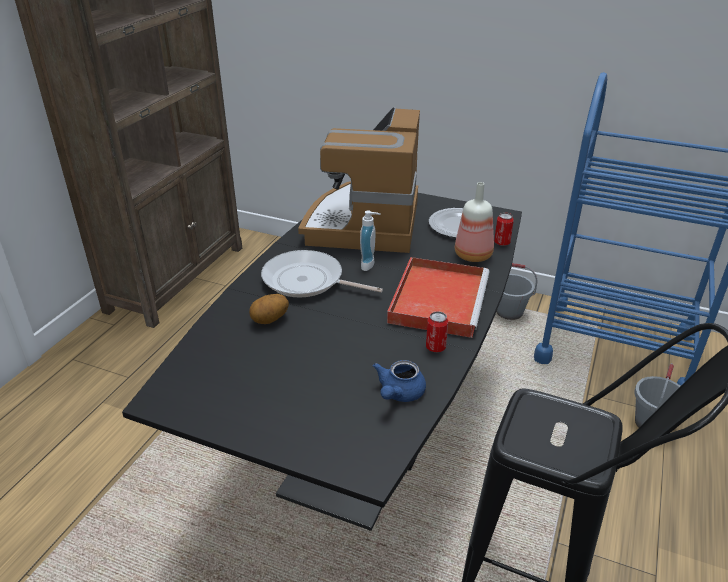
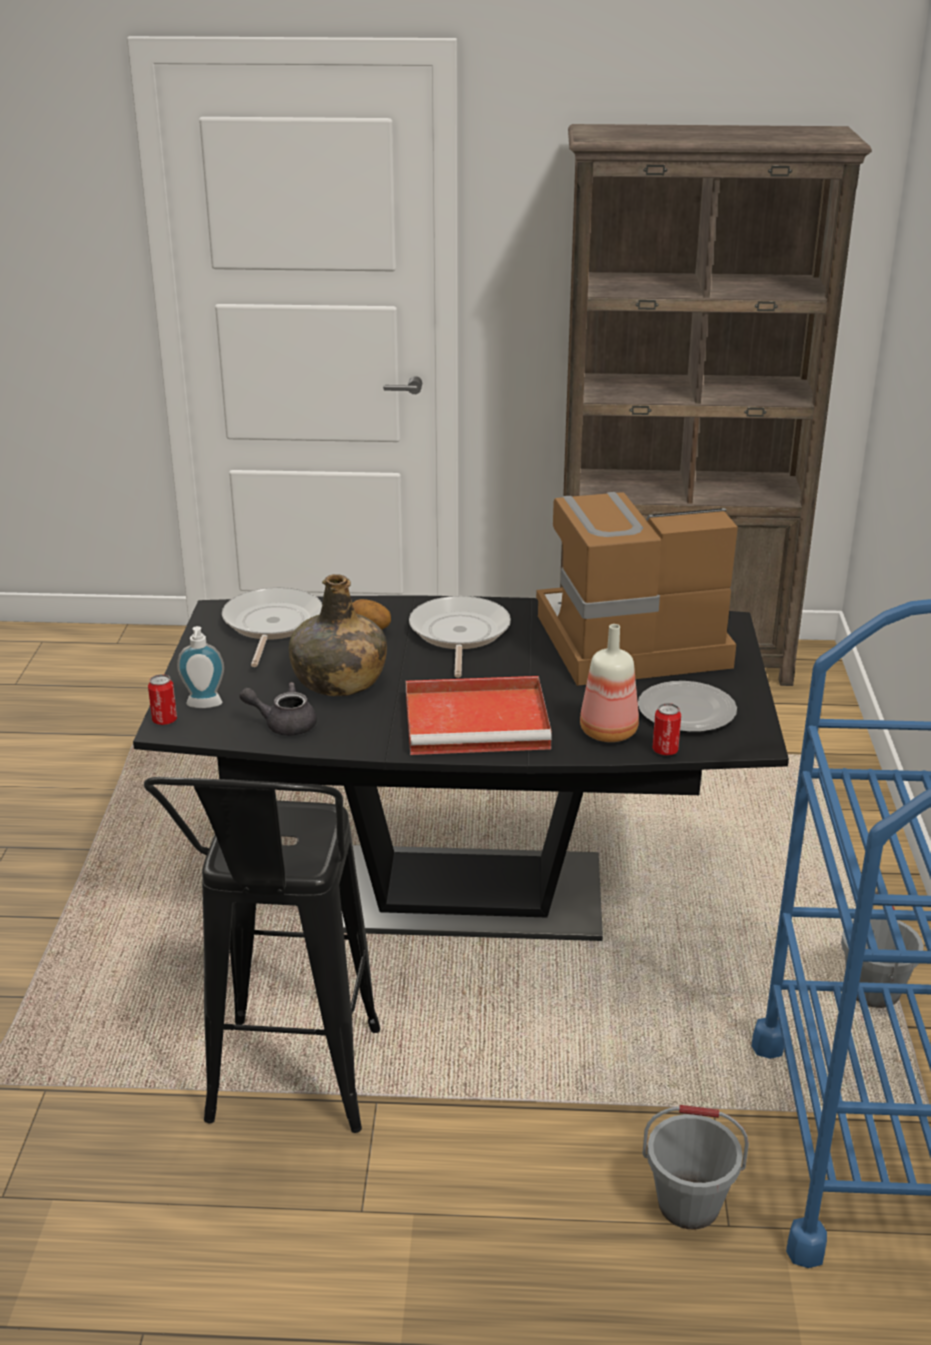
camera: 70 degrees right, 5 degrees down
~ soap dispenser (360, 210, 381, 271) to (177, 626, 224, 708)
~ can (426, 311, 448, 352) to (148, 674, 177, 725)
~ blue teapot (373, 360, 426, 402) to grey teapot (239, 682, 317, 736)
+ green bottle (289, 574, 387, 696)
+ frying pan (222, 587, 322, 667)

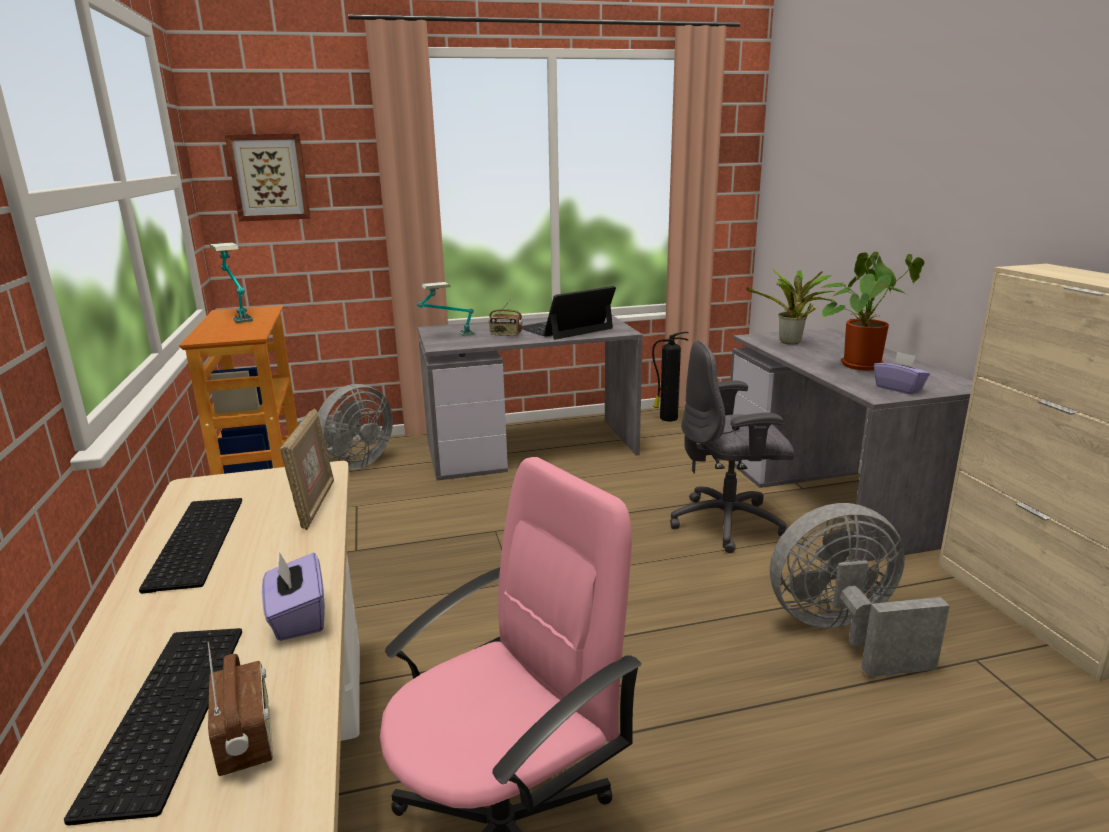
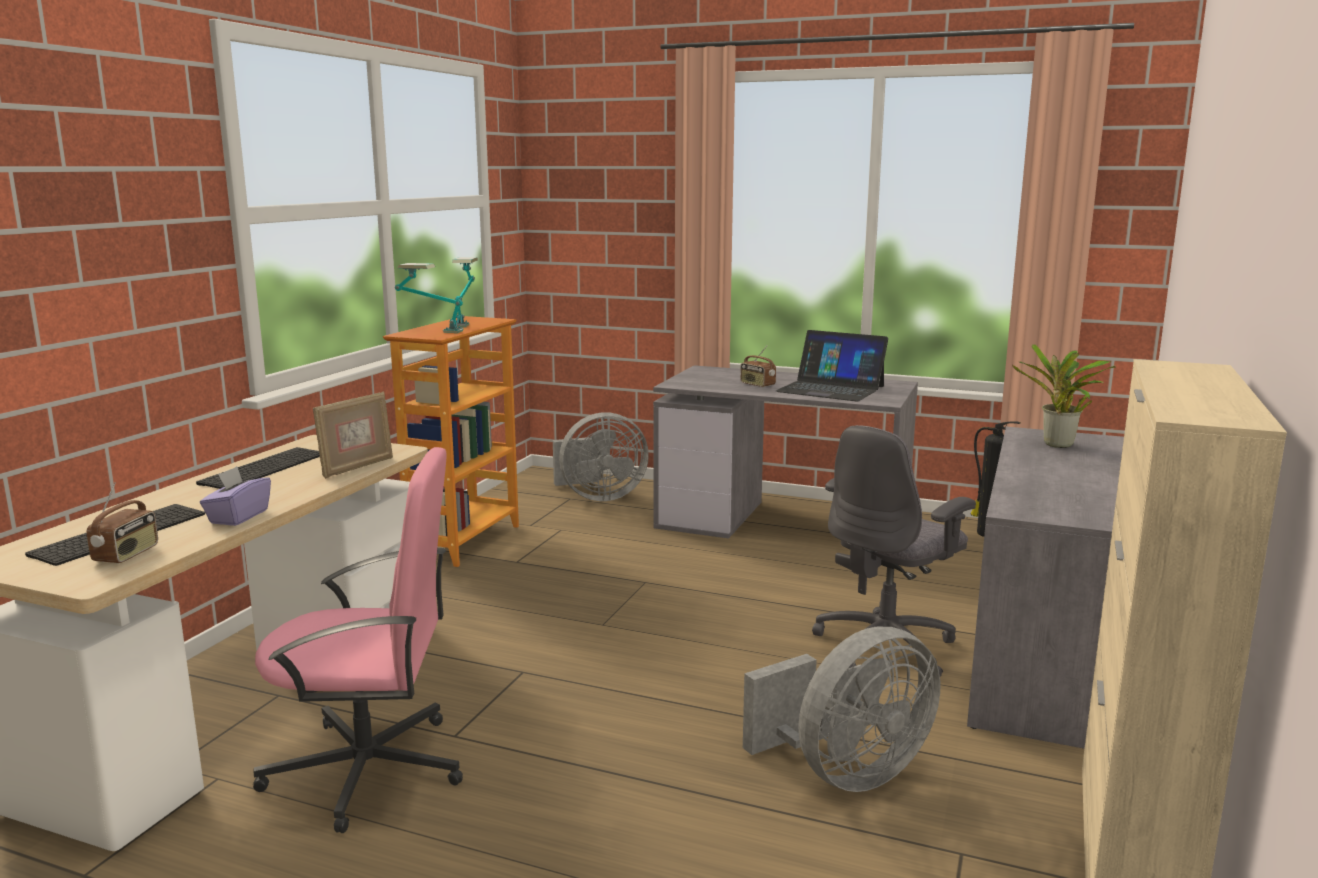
camera: 35 degrees right, 5 degrees down
- picture (225, 134, 311, 222)
- potted plant (819, 252, 924, 371)
~ table lamp (417, 282, 475, 336) to (395, 263, 464, 333)
~ laptop (522, 286, 616, 340) = (776, 330, 888, 401) 150 degrees counterclockwise
~ grey office chair (670, 340, 794, 553) = (812, 425, 976, 677) 75 degrees counterclockwise
- purple tissue box (874, 352, 930, 394)
~ grey fan (770, 503, 950, 677) = (743, 627, 940, 792) 120 degrees clockwise

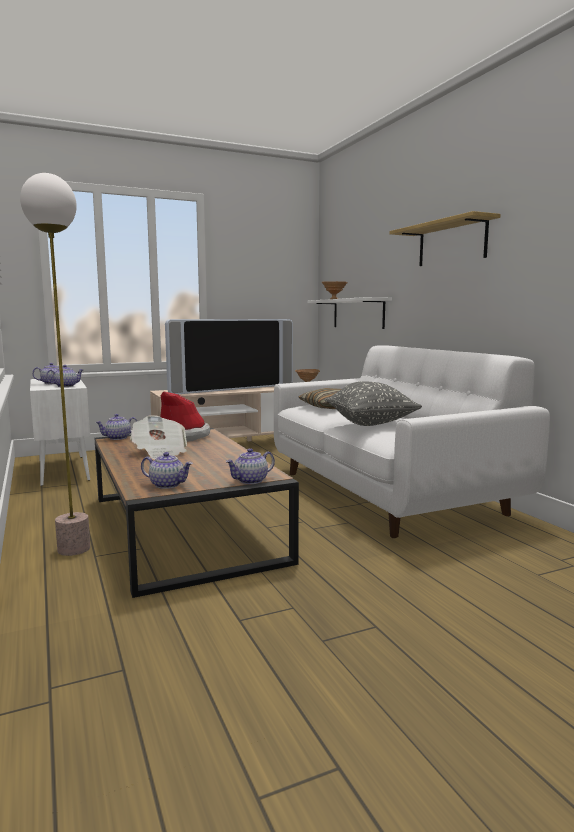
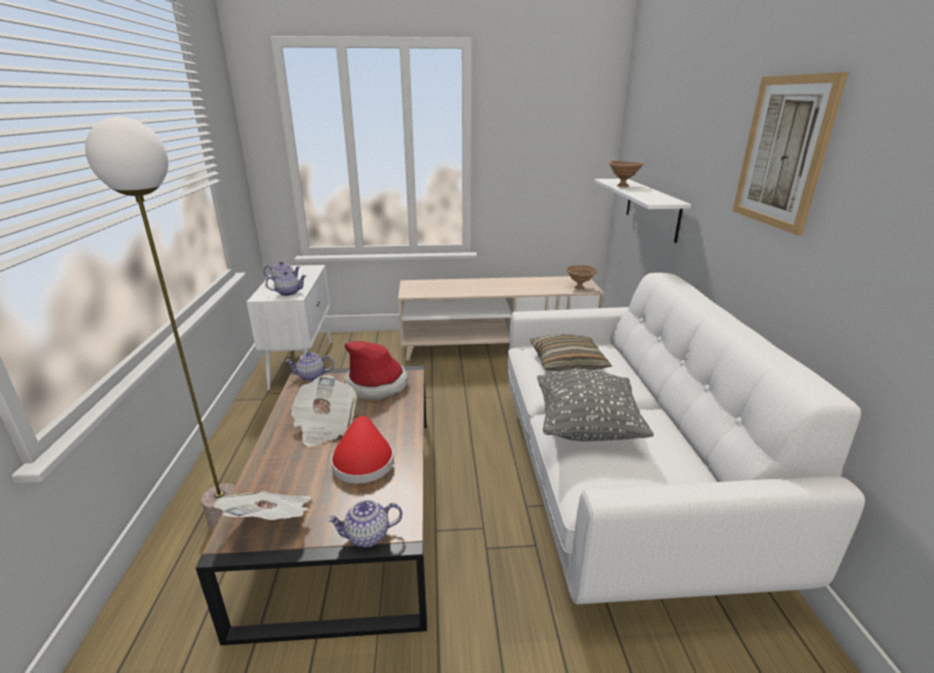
camera: 20 degrees right, 15 degrees up
~ shelf (390, 211, 501, 266) to picture (733, 72, 848, 235)
- television (165, 319, 293, 394)
~ teapot (141, 452, 193, 489) to newspaper (214, 491, 311, 520)
+ red hat (331, 416, 394, 484)

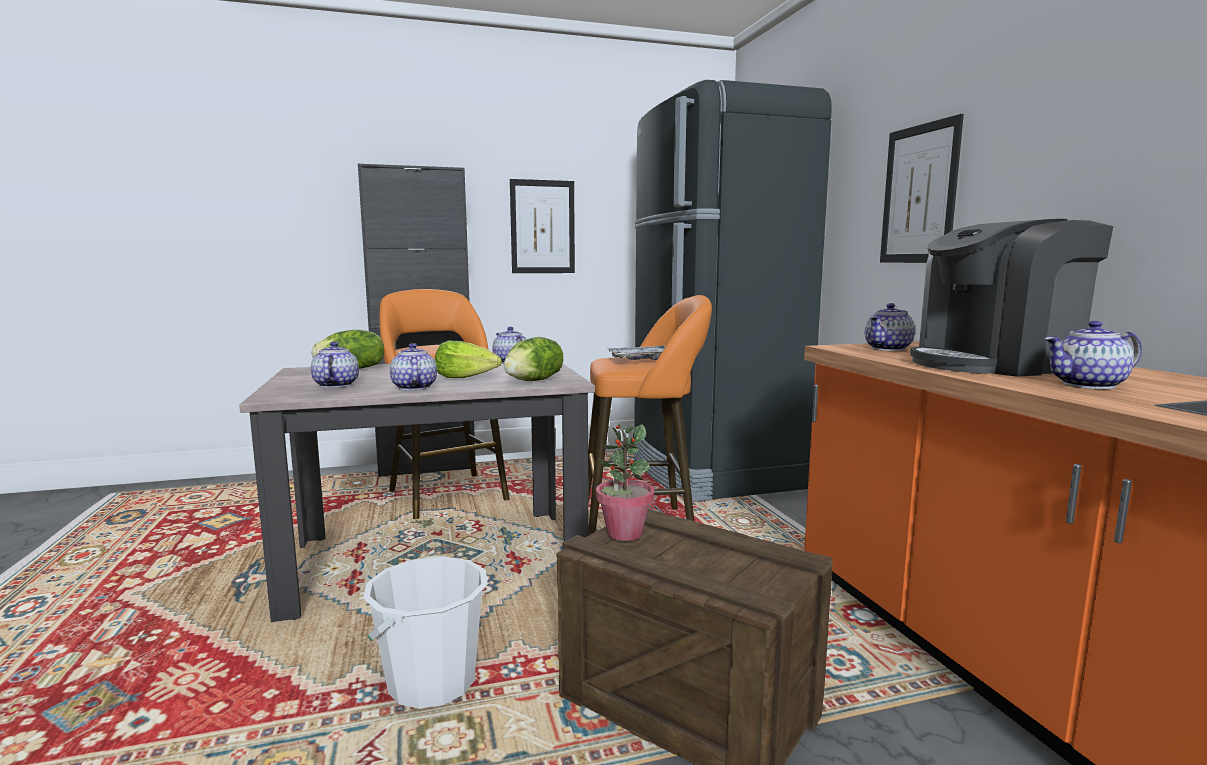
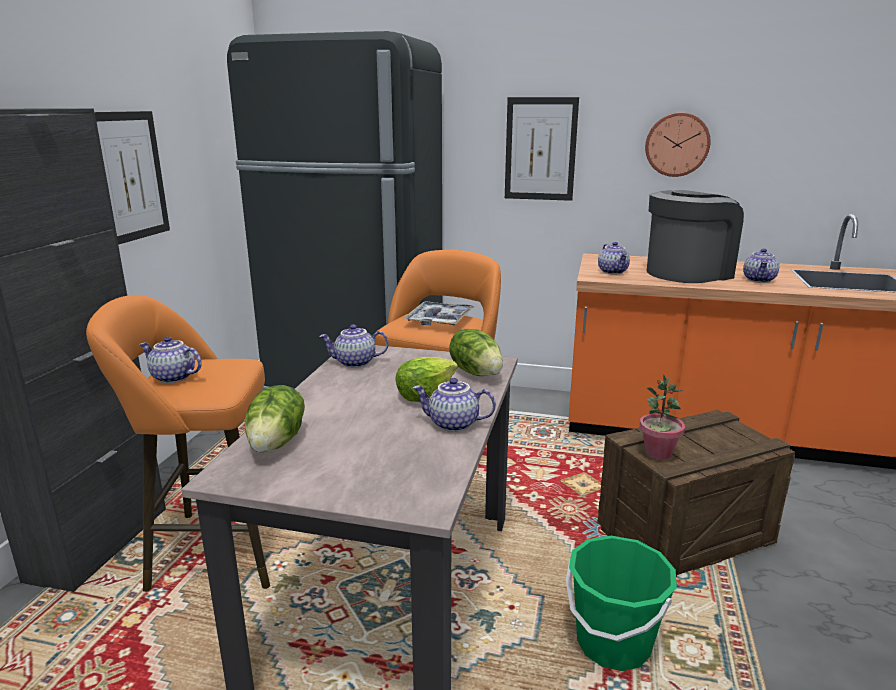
camera: 60 degrees left, 10 degrees up
~ coffee machine (910, 219, 1113, 377) = (647, 190, 744, 283) 135 degrees counterclockwise
~ teapot (311, 342, 359, 388) to (140, 337, 202, 383)
~ white bucket (363, 556, 488, 709) to green bucket (566, 536, 677, 671)
+ wall clock (645, 112, 711, 177)

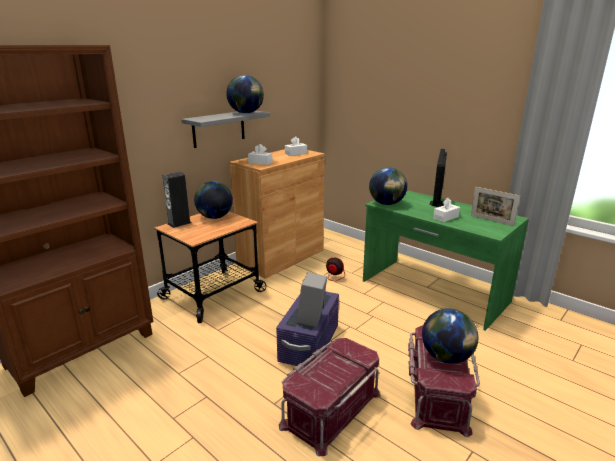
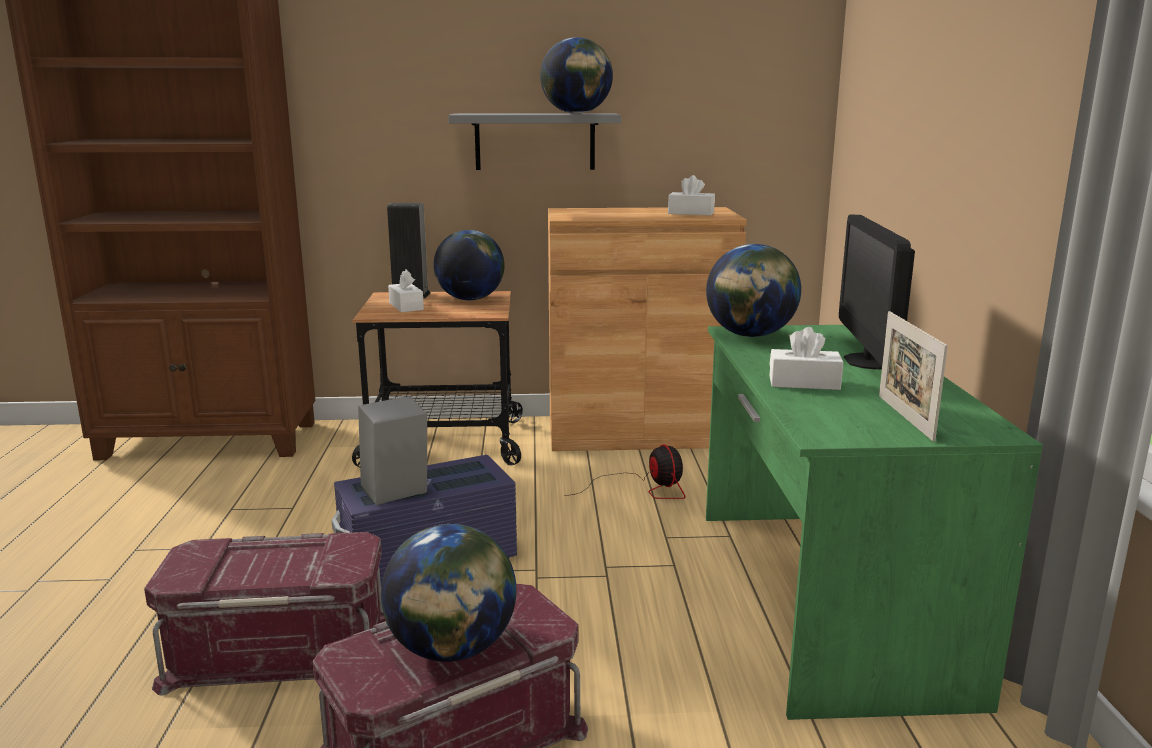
camera: 45 degrees right, 5 degrees down
~ white tissue box (248, 144, 272, 165) to (388, 270, 424, 312)
~ monitor (430, 149, 447, 207) = (839, 215, 915, 369) 60 degrees counterclockwise

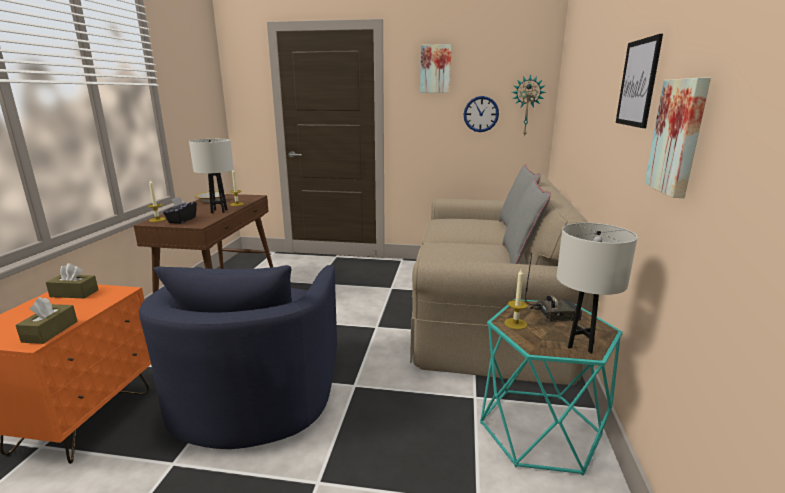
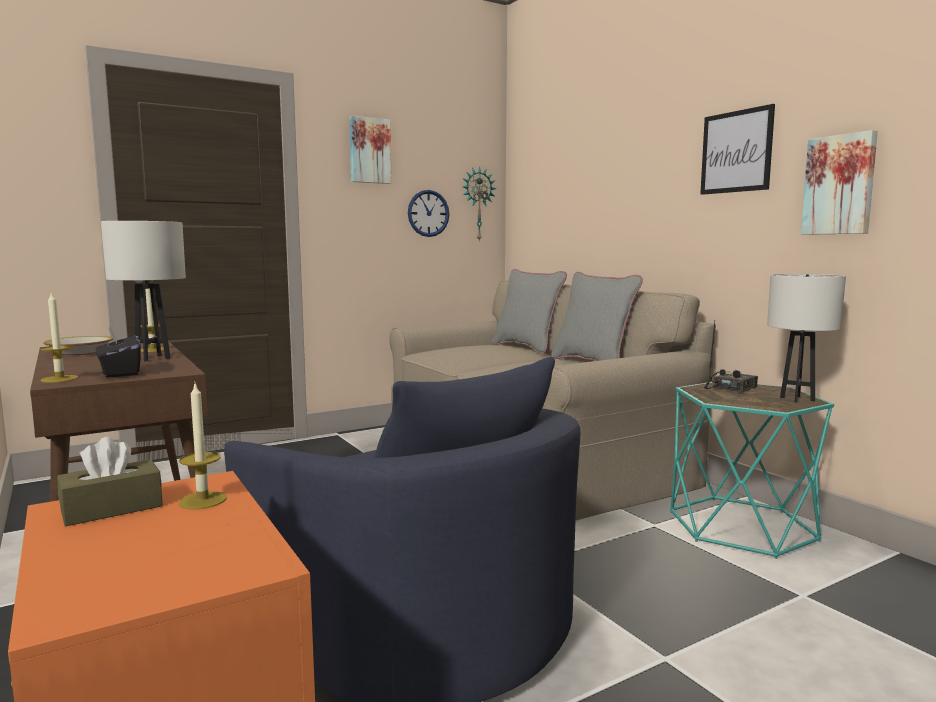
camera: 40 degrees left, 10 degrees down
~ candle (504, 269, 527, 329) to (179, 384, 227, 509)
- brown tissue box (16, 297, 78, 344)

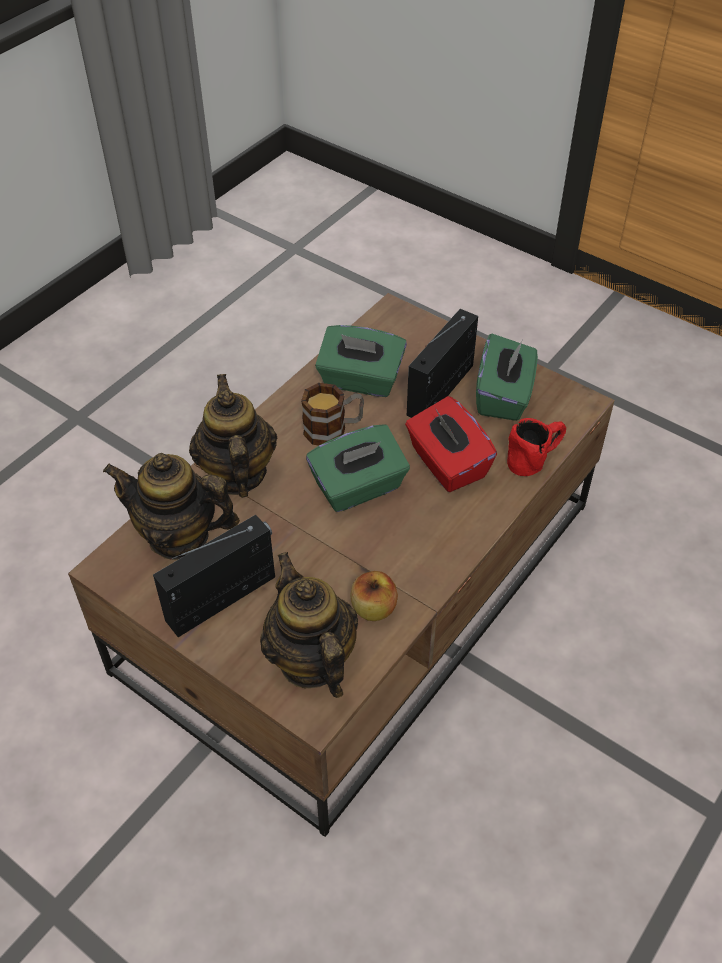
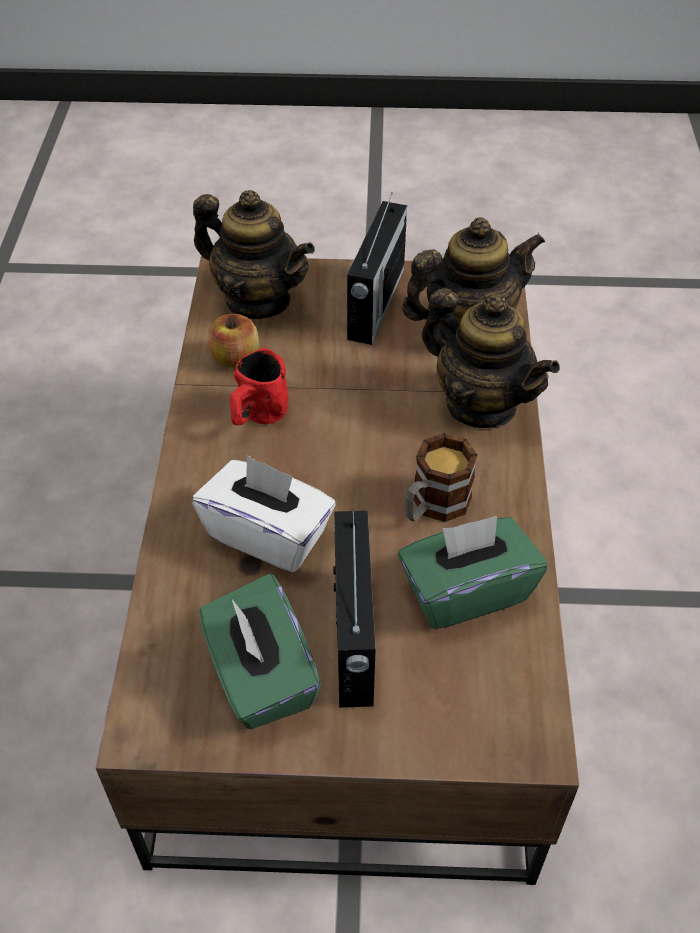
camera: 145 degrees right, 0 degrees up
~ red tissue box (405, 396, 497, 492) to white tissue box (192, 455, 335, 572)
~ red mug (507, 418, 566, 476) to (230, 348, 289, 425)
- green tissue box (306, 424, 410, 512)

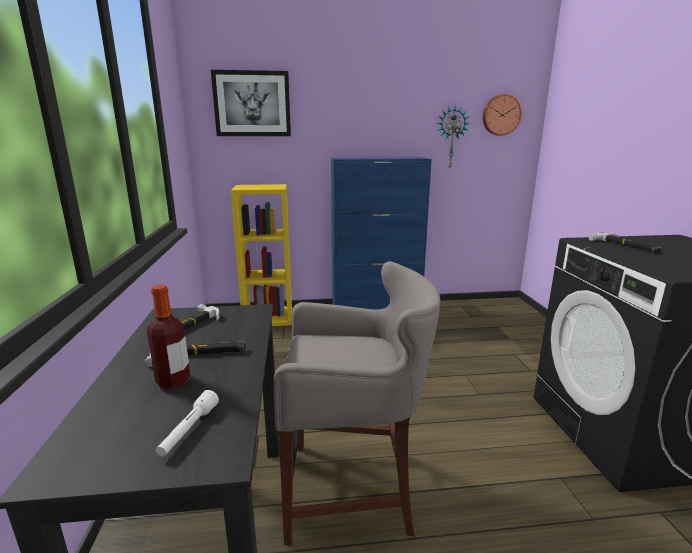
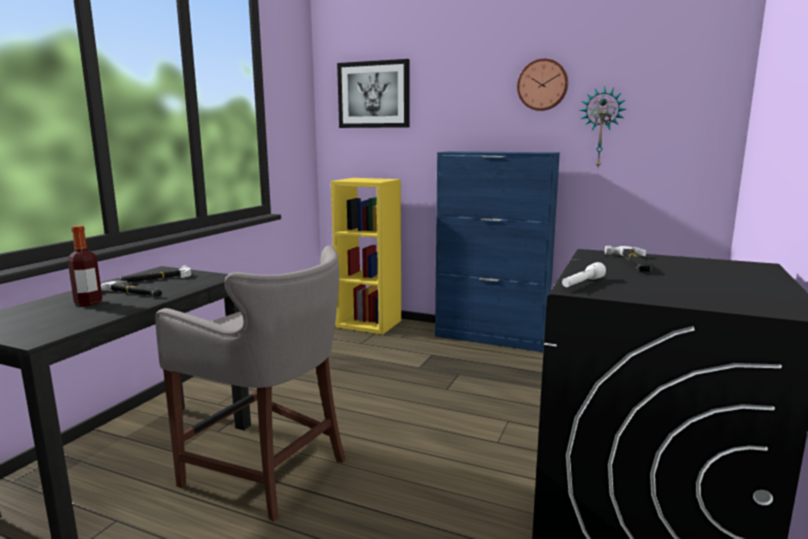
camera: 30 degrees right, 5 degrees down
~ wall clock (483, 94, 522, 136) to (517, 58, 568, 111)
~ white flashlight (156, 390, 219, 457) to (562, 262, 606, 287)

